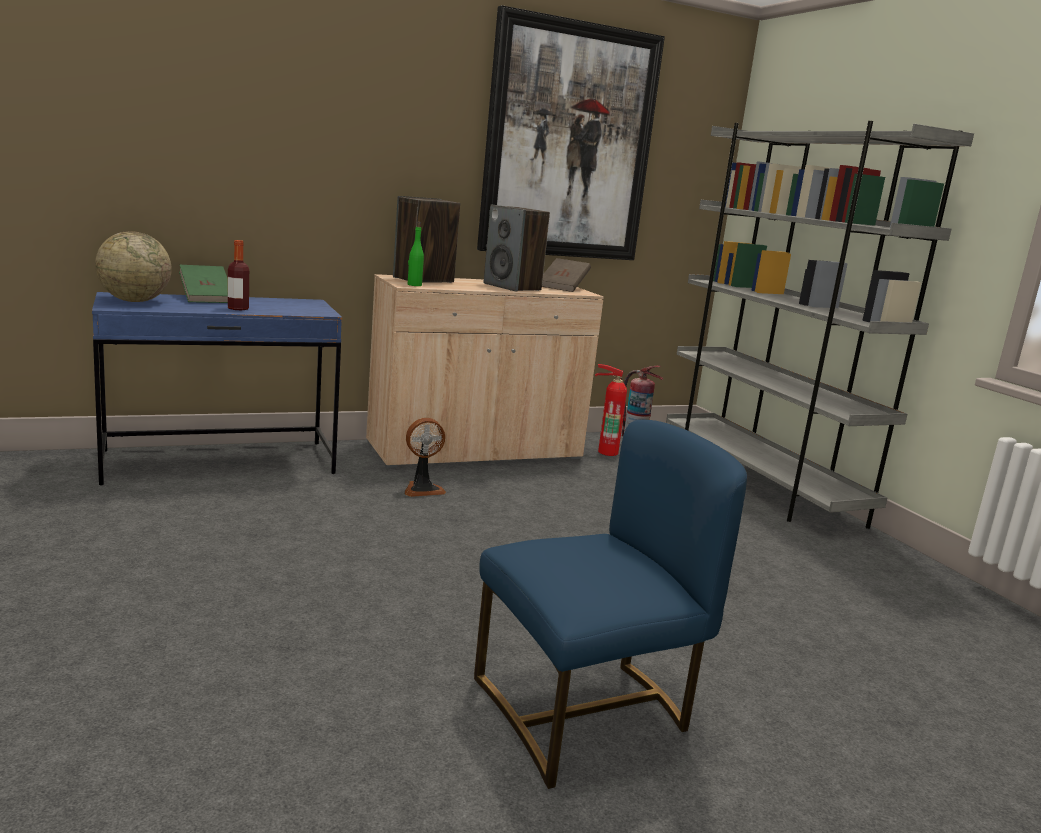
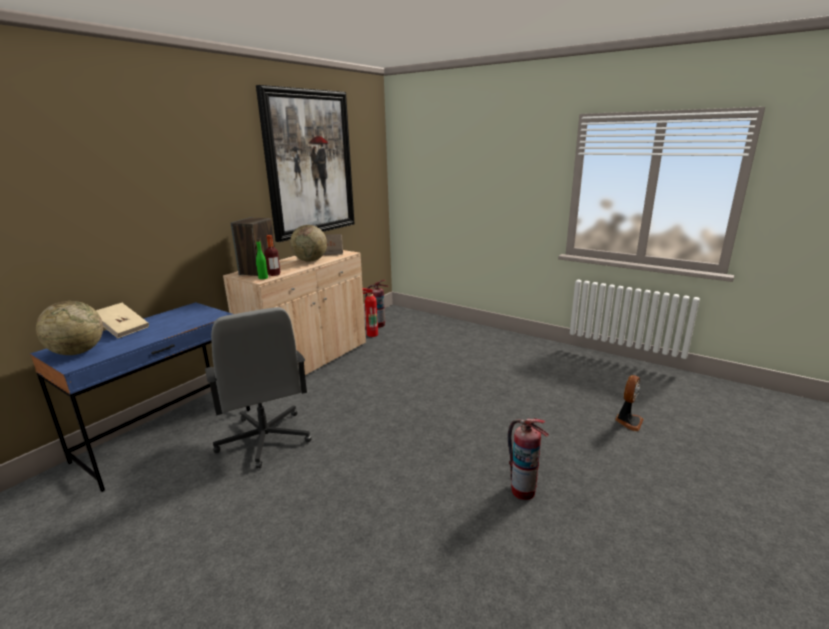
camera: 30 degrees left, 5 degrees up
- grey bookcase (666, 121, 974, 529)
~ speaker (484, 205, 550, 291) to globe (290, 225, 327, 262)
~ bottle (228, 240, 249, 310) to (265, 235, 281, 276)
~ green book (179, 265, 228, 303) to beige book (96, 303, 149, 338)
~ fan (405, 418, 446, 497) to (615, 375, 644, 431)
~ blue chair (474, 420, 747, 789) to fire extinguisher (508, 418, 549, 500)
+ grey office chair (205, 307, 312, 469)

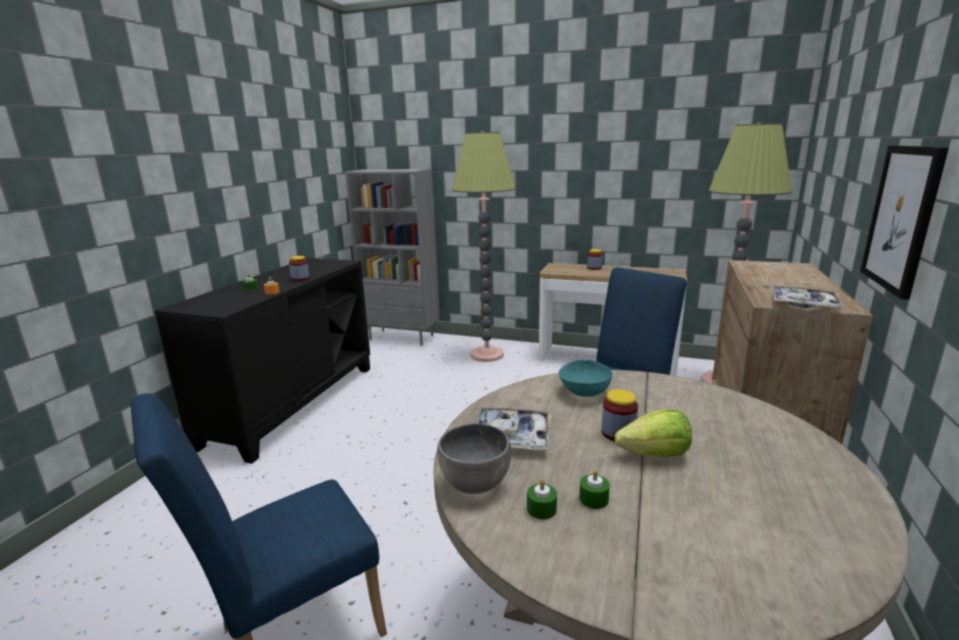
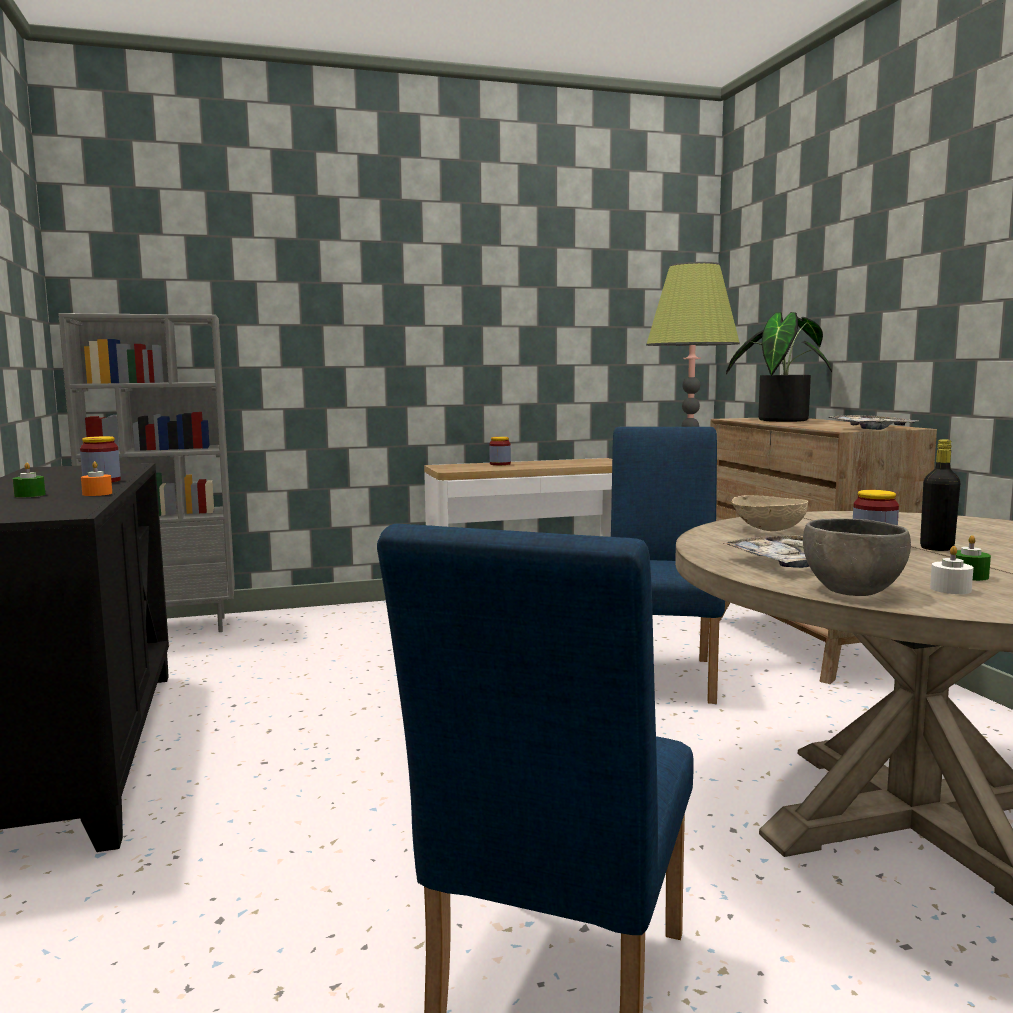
camera: 35 degrees left, 10 degrees down
- floor lamp (452, 131, 515, 362)
- picture (860, 145, 949, 300)
~ turquoise bowl (558, 360, 613, 397) to beige bowl (732, 495, 808, 531)
~ lettuce (615, 409, 692, 457) to black bottle (920, 439, 960, 551)
~ green candle (527, 479, 557, 519) to white candle (930, 546, 974, 594)
+ potted plant (726, 312, 832, 422)

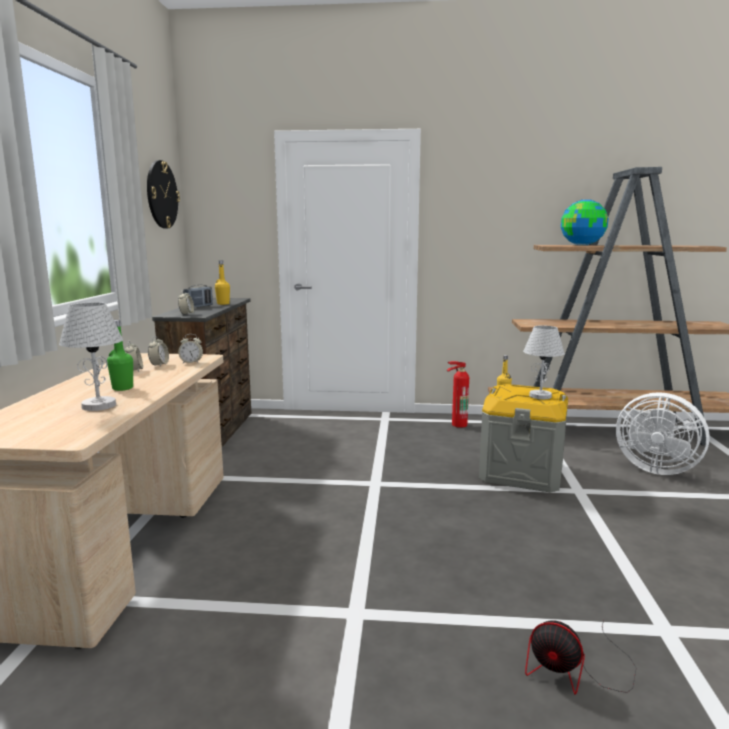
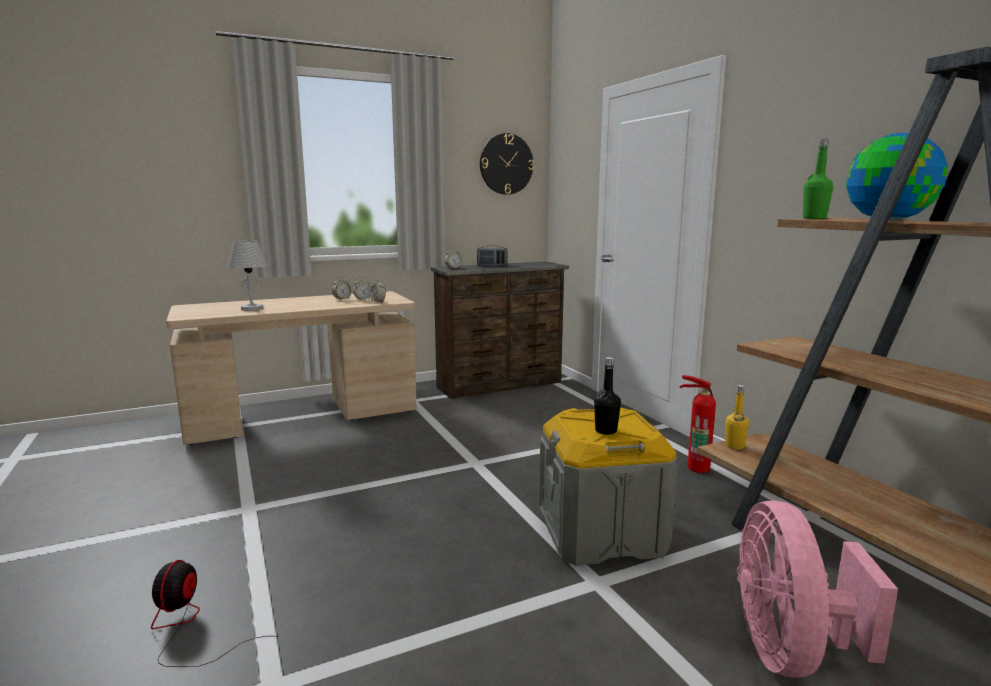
camera: 60 degrees right, 0 degrees up
- yellow bottle (215, 261, 230, 305)
~ green bottle (107, 320, 133, 391) to (803, 139, 833, 219)
~ white table lamp (523, 325, 565, 399) to black bottle (594, 357, 621, 435)
~ white fan (616, 392, 710, 475) to pink fan (737, 500, 898, 678)

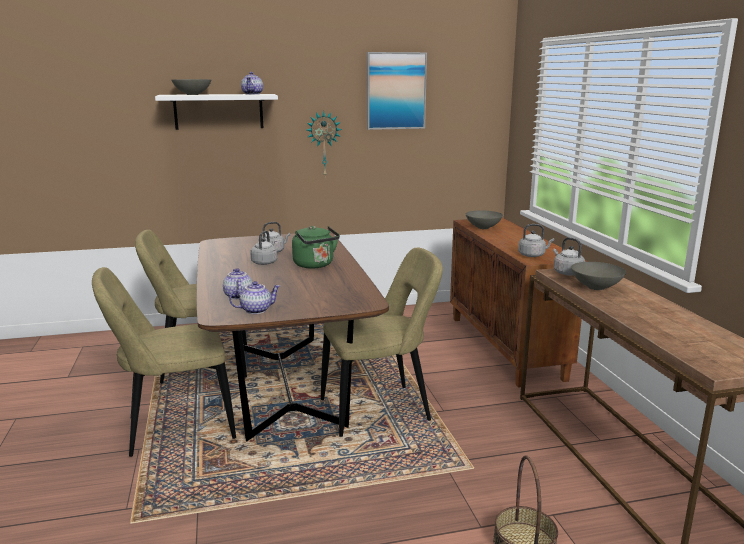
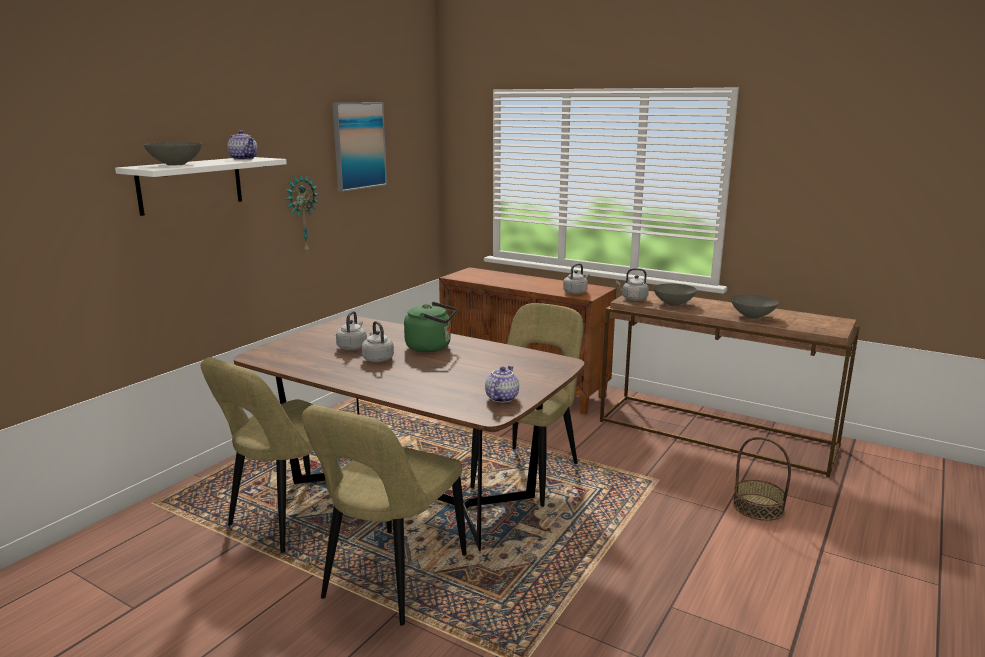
camera: 45 degrees left, 0 degrees up
~ grey bowl (466, 210, 503, 229) to (731, 294, 779, 319)
- teapot (223, 268, 253, 299)

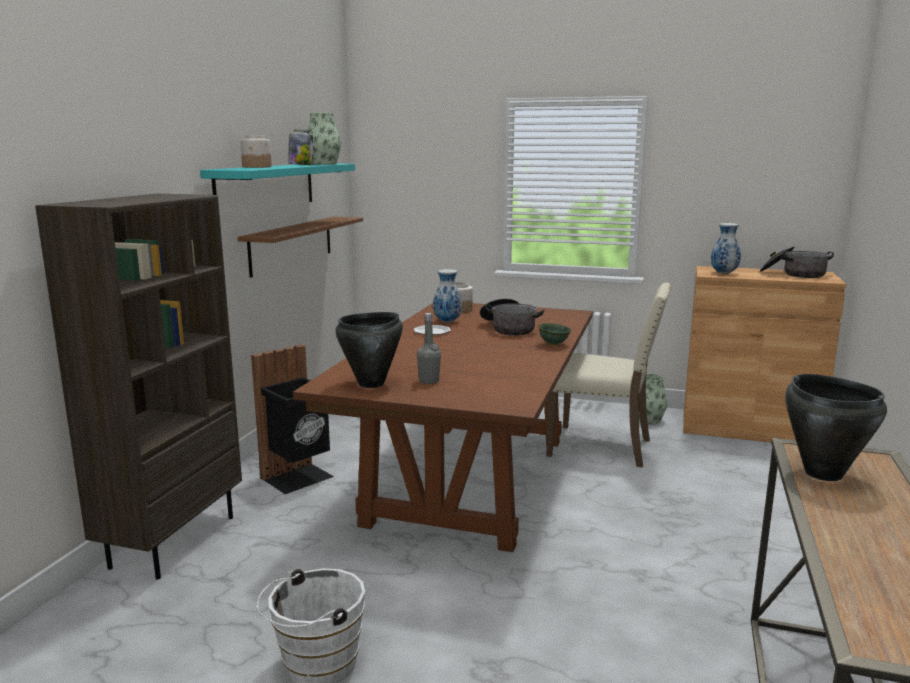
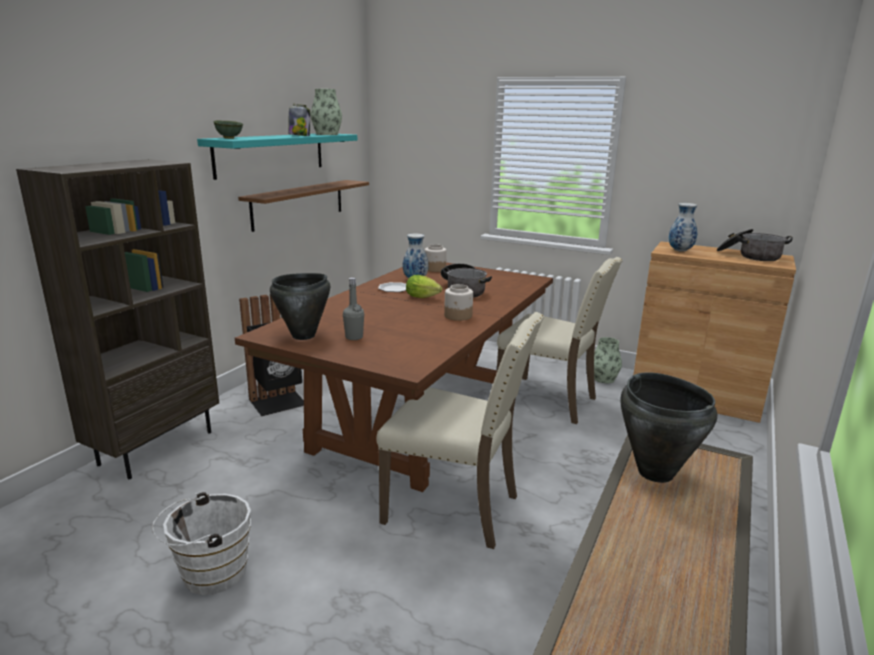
camera: 10 degrees right, 5 degrees up
~ jar (240, 135, 271, 168) to (444, 284, 473, 321)
~ green bowl (539, 323, 571, 346) to (213, 120, 243, 139)
+ lettuce (406, 275, 442, 298)
+ beige chair (376, 312, 544, 549)

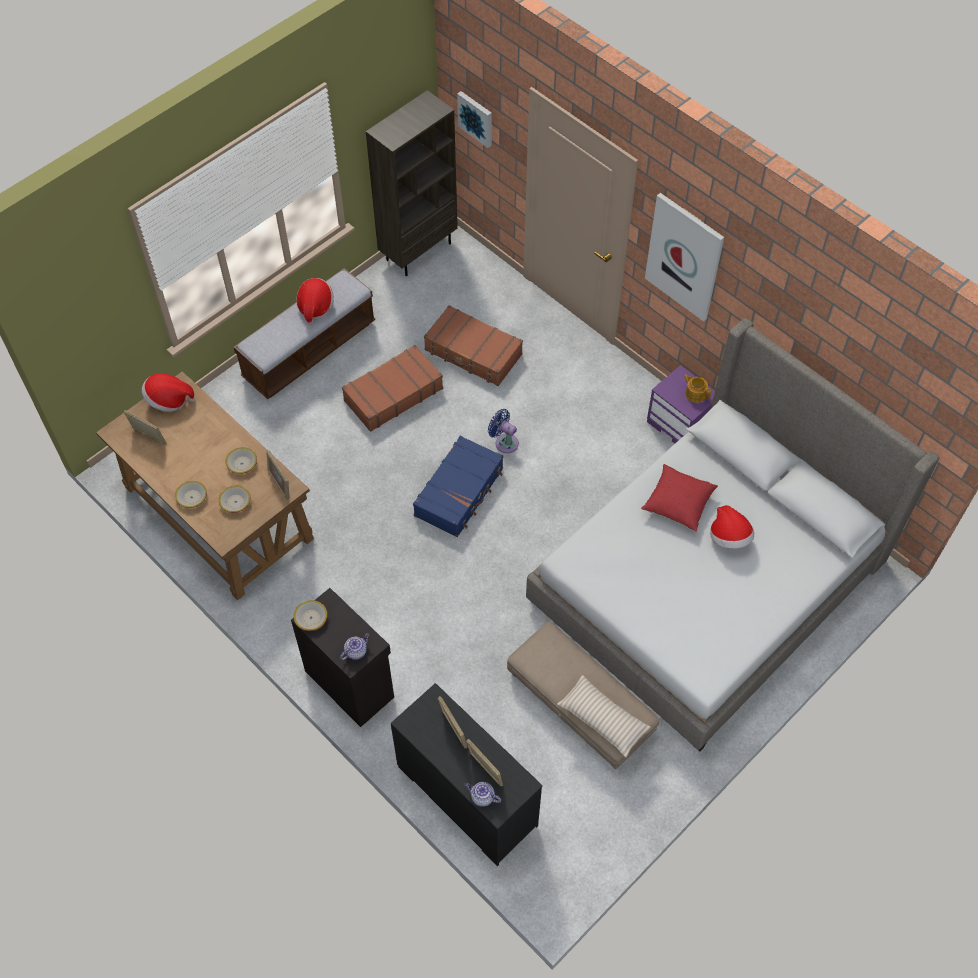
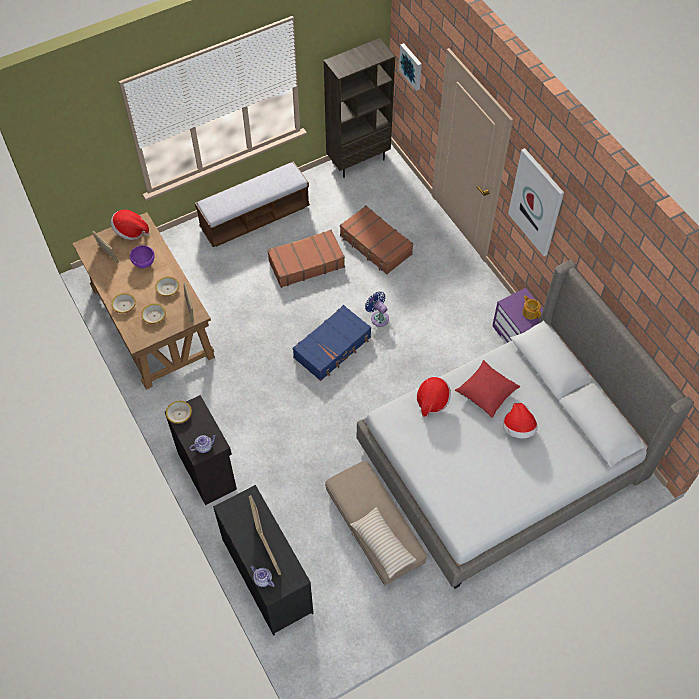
camera: 15 degrees right, 0 degrees up
~ hat (296, 278, 334, 325) to (417, 377, 451, 418)
+ purple bowl (130, 245, 155, 268)

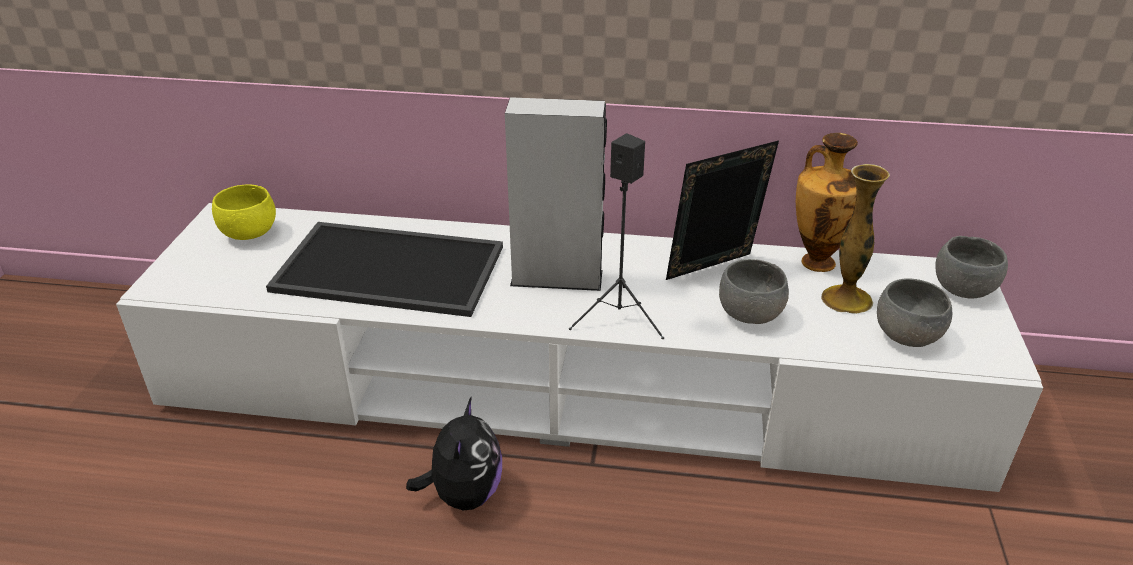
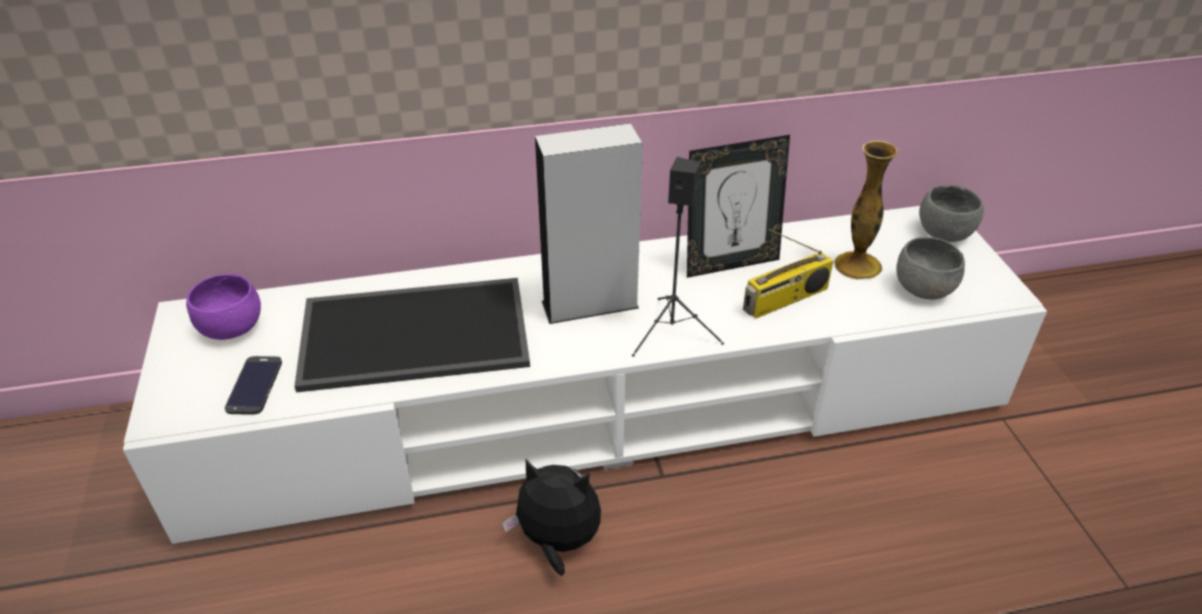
camera: 20 degrees left, 5 degrees up
- vase (796, 133, 858, 272)
~ picture frame (666, 140, 779, 280) = (687, 135, 790, 278) 150 degrees counterclockwise
~ yellow bowl (212, 184, 276, 240) to purple bowl (186, 274, 261, 340)
~ grey bowl (719, 259, 789, 324) to radio (743, 229, 833, 319)
~ plush toy (406, 396, 502, 510) = (502, 460, 601, 576) 60 degrees counterclockwise
+ phone (225, 356, 282, 415)

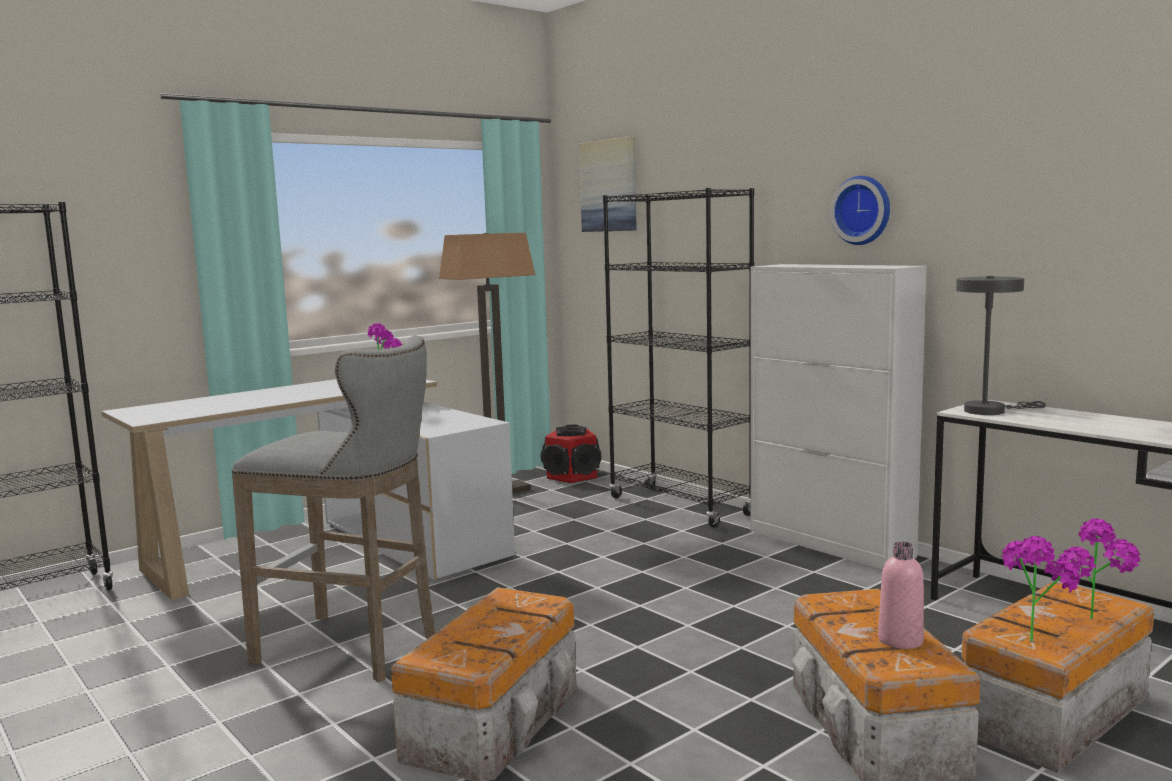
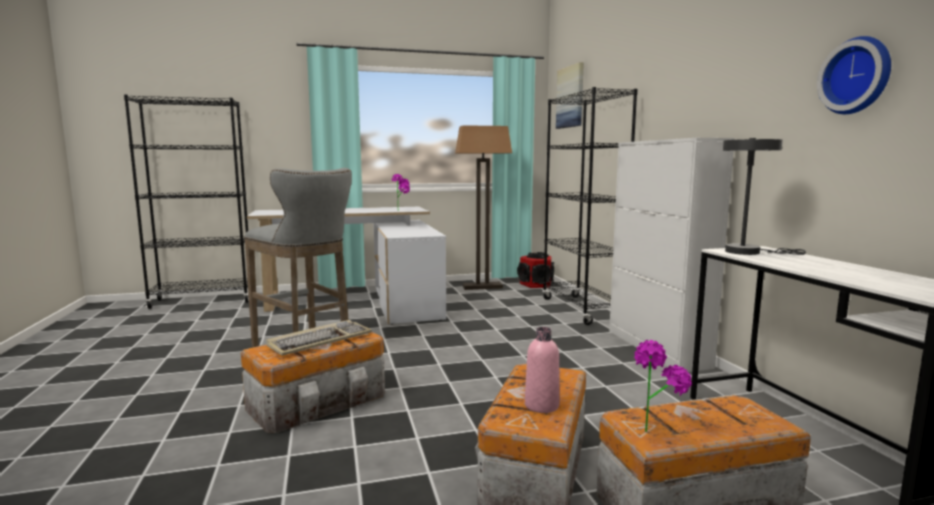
camera: 25 degrees right, 0 degrees up
~ wall clock (830, 176, 890, 245) to (817, 36, 891, 114)
- potted plant (1059, 519, 1140, 619)
+ keyboard (266, 320, 372, 356)

